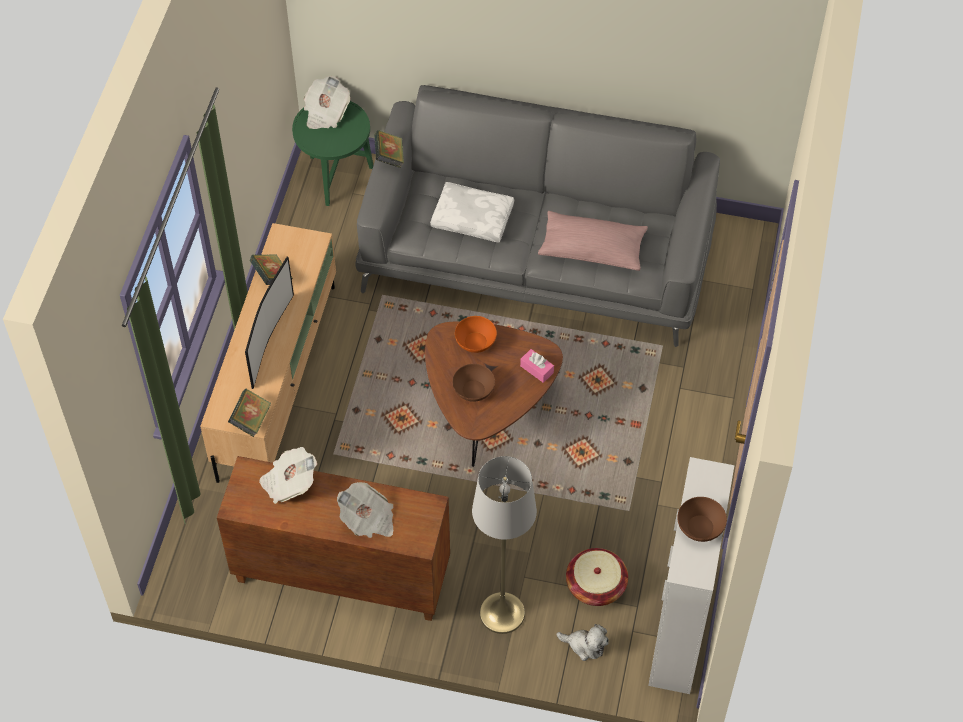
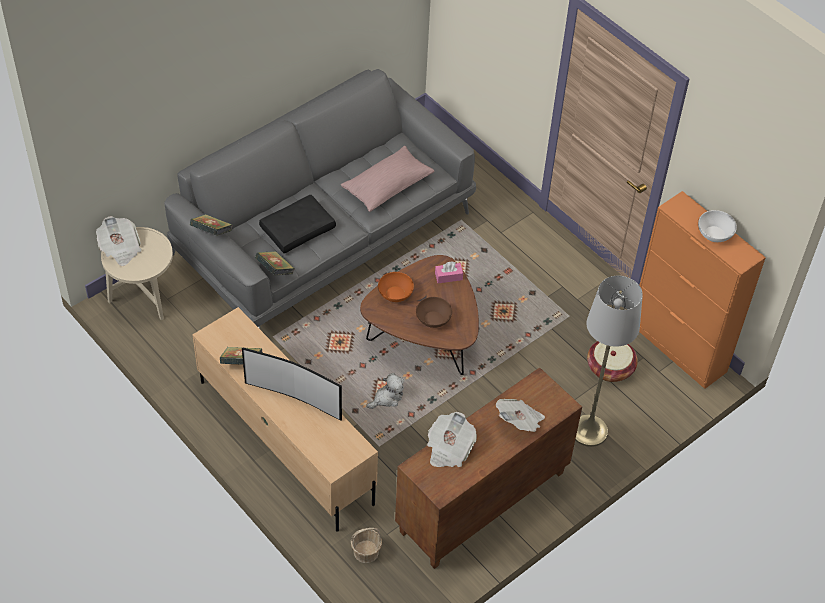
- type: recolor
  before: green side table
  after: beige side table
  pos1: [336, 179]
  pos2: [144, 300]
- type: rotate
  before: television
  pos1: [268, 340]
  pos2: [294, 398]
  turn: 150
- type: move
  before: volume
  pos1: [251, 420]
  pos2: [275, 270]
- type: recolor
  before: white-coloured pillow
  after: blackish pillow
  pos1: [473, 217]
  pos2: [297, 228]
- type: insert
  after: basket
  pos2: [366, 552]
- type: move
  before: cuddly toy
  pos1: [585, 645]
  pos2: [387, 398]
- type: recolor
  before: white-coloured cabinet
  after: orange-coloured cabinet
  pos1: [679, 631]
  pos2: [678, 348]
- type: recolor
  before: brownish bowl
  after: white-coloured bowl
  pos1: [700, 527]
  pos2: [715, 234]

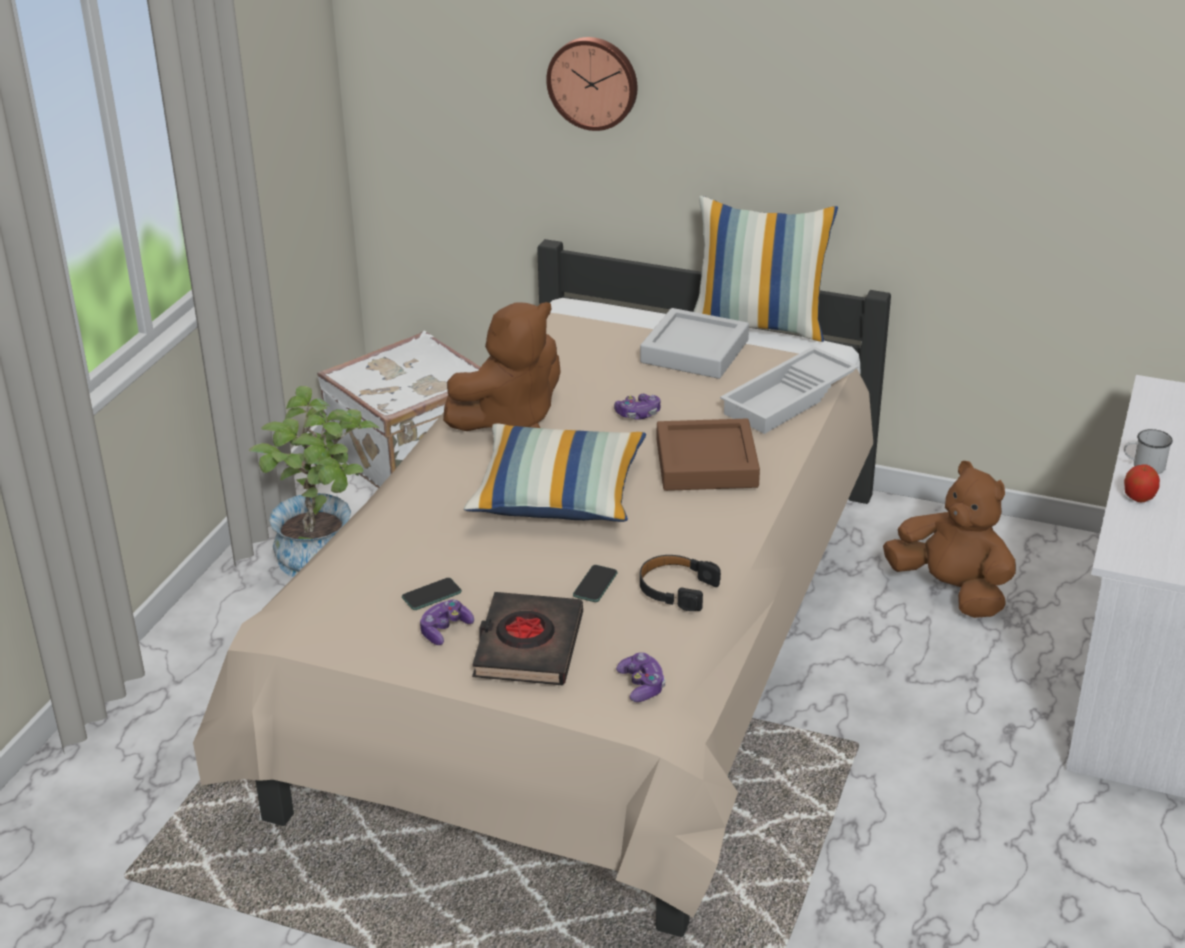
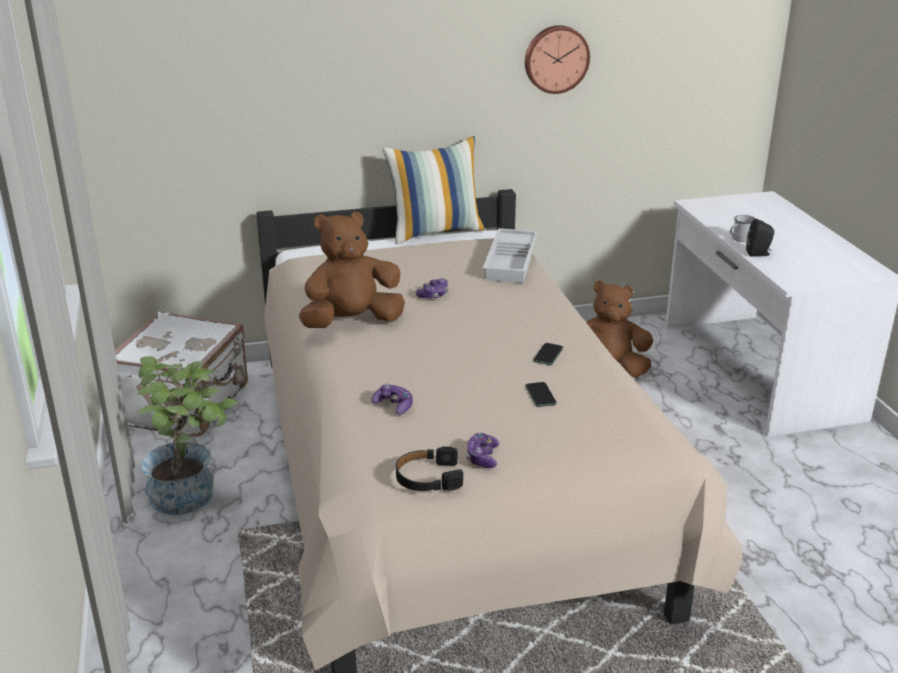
- type: rotate
  before: brownish cuddly toy
  pos1: [509, 418]
  pos2: [351, 322]
  turn: -135
- type: move
  before: gamepad
  pos1: [641, 685]
  pos2: [394, 405]
- type: move
  before: blackish pair of headphones
  pos1: [676, 589]
  pos2: [428, 478]
- type: move
  before: hanging clock
  pos1: [593, 82]
  pos2: [556, 59]
- type: move
  before: handset
  pos1: [431, 595]
  pos2: [548, 355]
- type: replace
  before: whole apple
  after: blackish audio speaker
  pos1: [1139, 498]
  pos2: [759, 254]
- type: delete
  before: pillow
  pos1: [558, 495]
- type: delete
  before: blackish volume
  pos1: [528, 646]
- type: delete
  before: greyish carrying tray
  pos1: [694, 351]
- type: delete
  before: brownish carrying tray
  pos1: [706, 463]

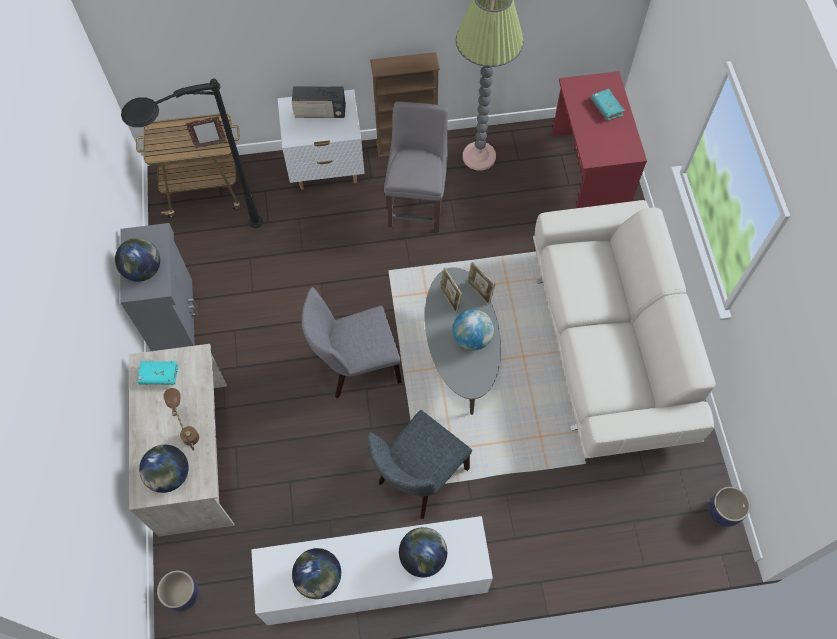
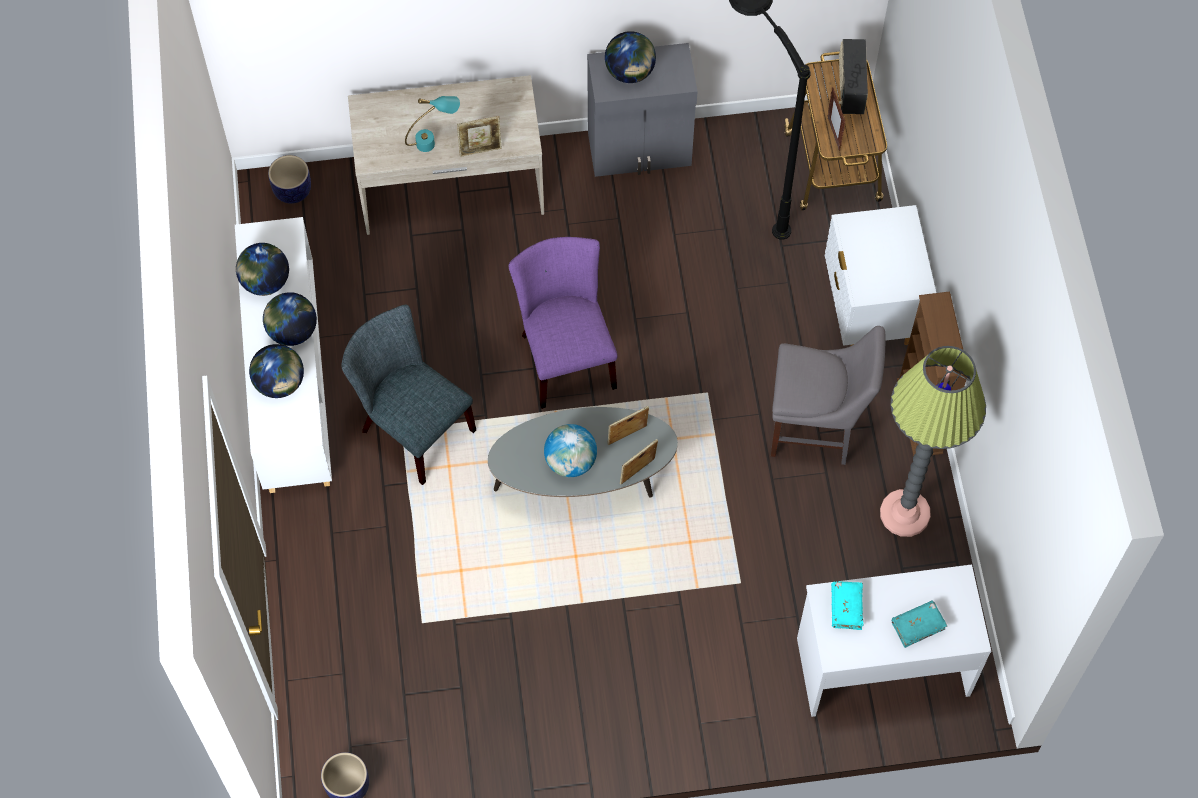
- type: move
  before: world globe
  pos1: [169, 475]
  pos2: [292, 331]
- type: recolor
  before: brownish table lamp
  after: turquoise table lamp
  pos1: [188, 430]
  pos2: [434, 141]
- type: insert
  after: photo frame
  pos2: [480, 150]
- type: recolor
  before: greyish plain chair
  after: purplish plain chair
  pos1: [355, 366]
  pos2: [564, 355]
- type: recolor
  before: red-coloured desk
  after: white-coloured desk
  pos1: [587, 172]
  pos2: [882, 664]
- type: move
  before: turquoise volume
  pos1: [159, 375]
  pos2: [846, 607]
- type: move
  before: radio receiver
  pos1: [320, 112]
  pos2: [850, 88]
- type: delete
  before: beige sofa
  pos1: [608, 346]

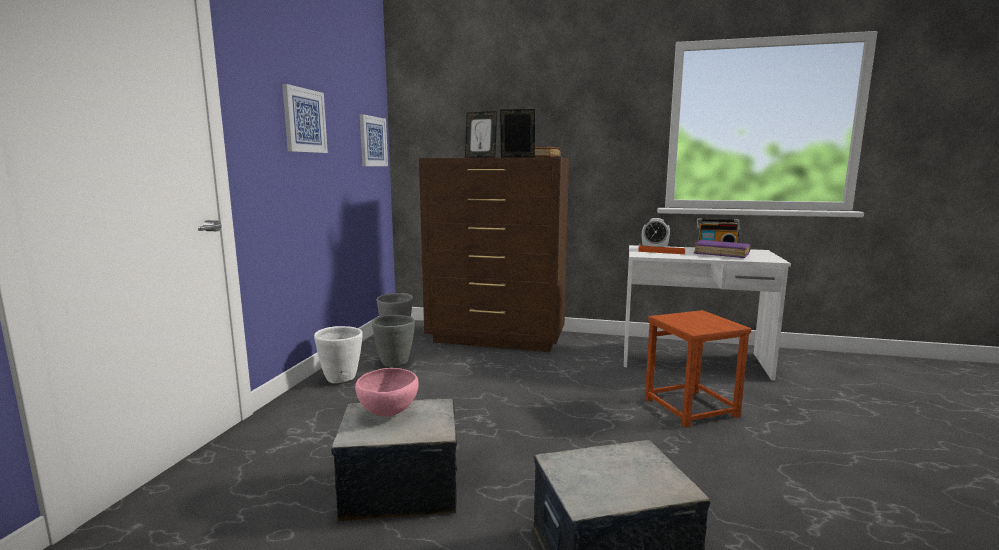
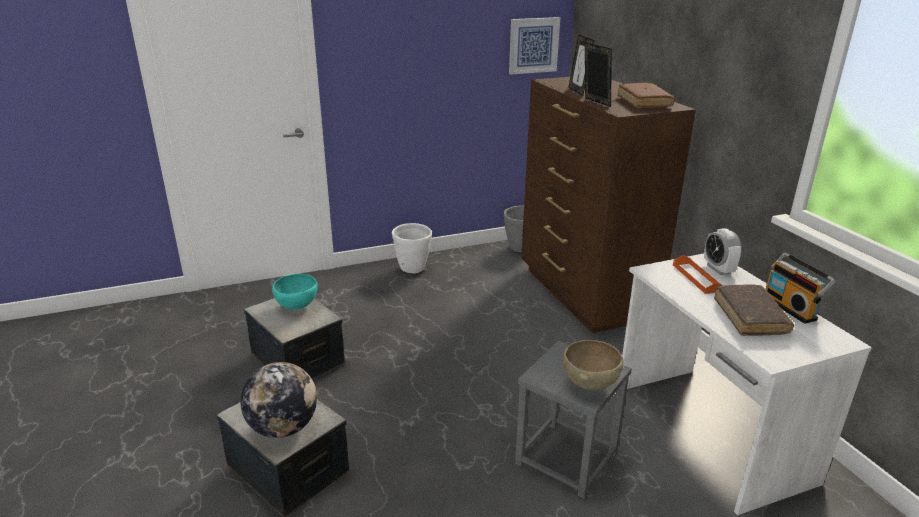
- type: insert
  after: world globe
  pos2: [283, 428]
- type: recolor
  before: pink-coloured bowl
  after: turquoise bowl
  pos1: [388, 413]
  pos2: [297, 307]
- type: recolor
  before: brownish stool seat
  after: greyish stool seat
  pos1: [691, 408]
  pos2: [566, 458]
- type: insert
  after: brownish bowl
  pos2: [590, 384]
- type: recolor
  before: purplish volume
  after: brownish volume
  pos1: [721, 254]
  pos2: [750, 317]
- type: delete
  before: wall picture
  pos1: [304, 120]
- type: delete
  before: greyish plant pot
  pos1: [395, 363]

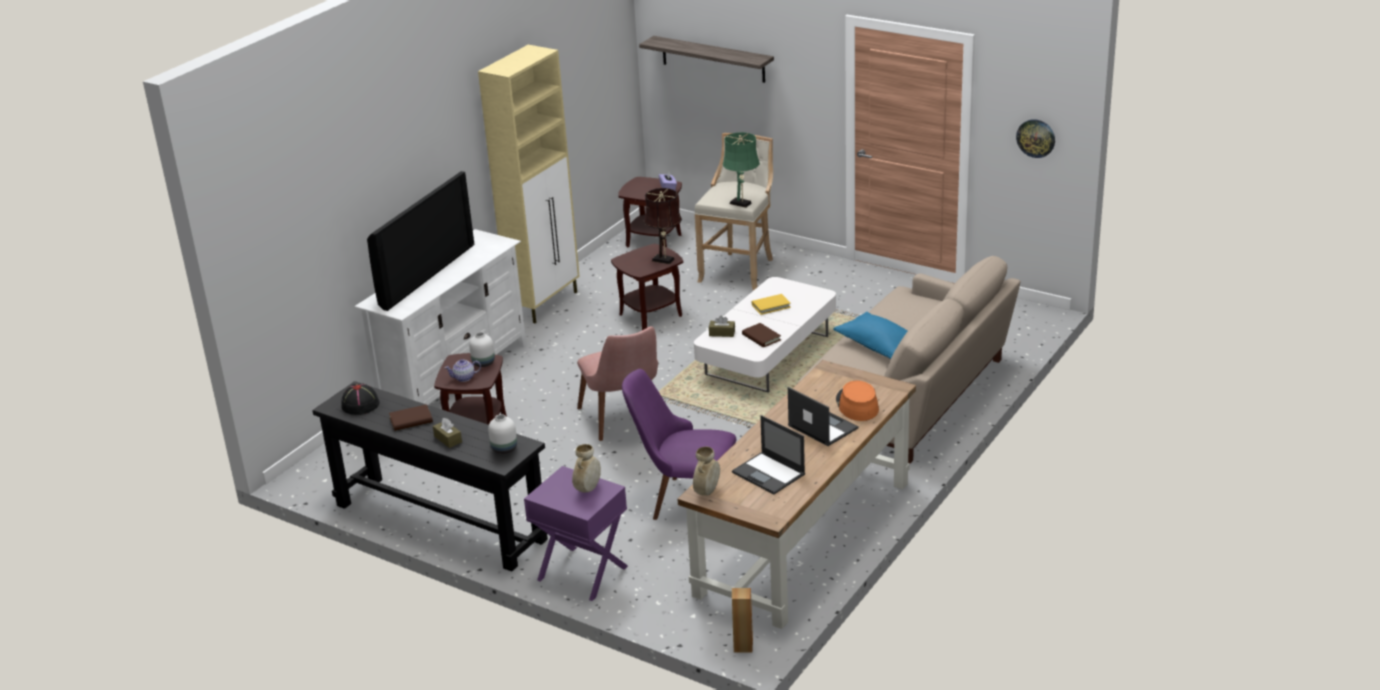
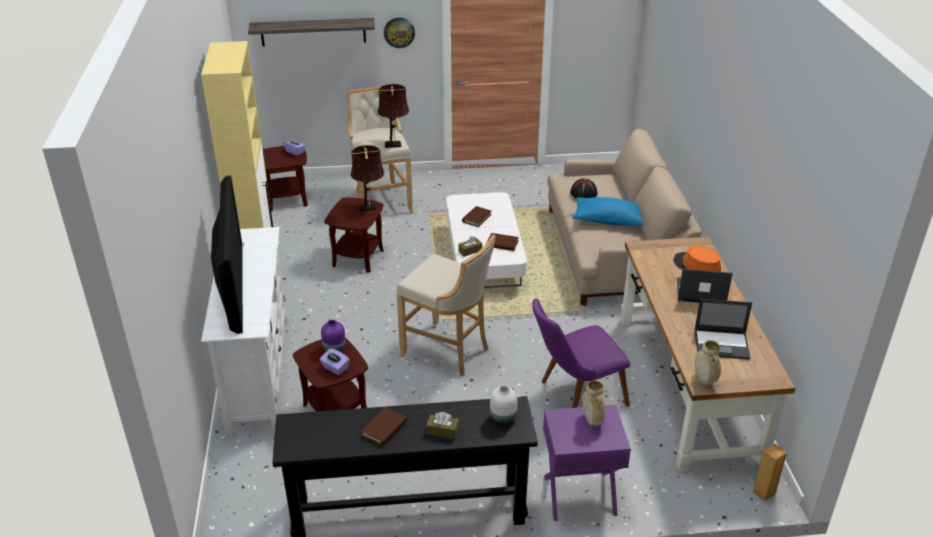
- type: replace
  before: pot for tea
  after: purplish tissue box
  pos1: [464, 378]
  pos2: [335, 368]
- type: recolor
  before: white-coloured flower vase
  after: purplish flower vase
  pos1: [484, 363]
  pos2: [335, 347]
- type: recolor
  before: green table lamp
  after: brownish table lamp
  pos1: [742, 204]
  pos2: [394, 145]
- type: move
  before: hanging clock
  pos1: [1036, 138]
  pos2: [399, 32]
- type: replace
  before: pink-coloured plain chair
  after: beige stool seat
  pos1: [625, 422]
  pos2: [448, 351]
- type: recolor
  before: yellowish volume
  after: brownish volume
  pos1: [771, 306]
  pos2: [476, 218]
- type: move
  before: blackish clothing hat
  pos1: [360, 404]
  pos2: [583, 193]

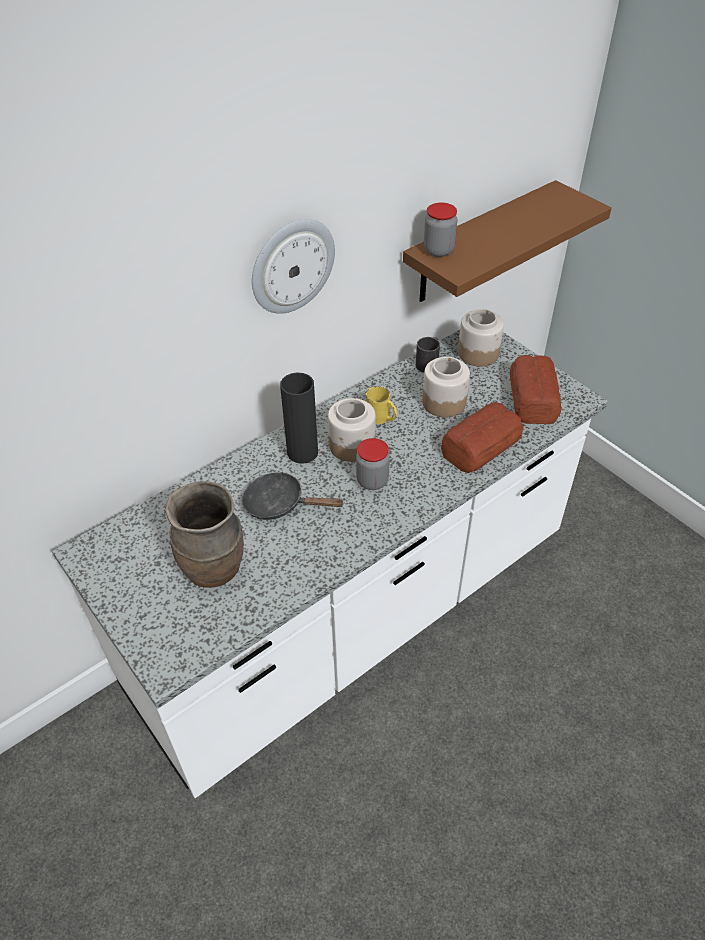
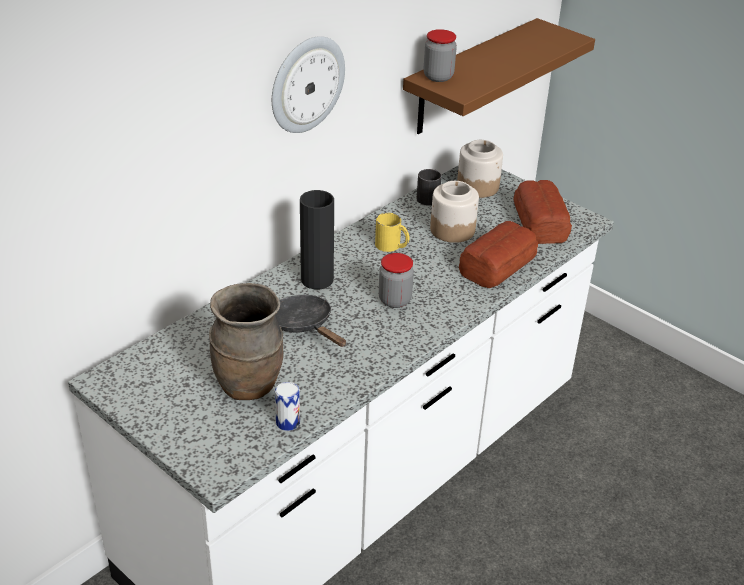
- type: rotate
  before: blackish frying pan
  pos1: [280, 504]
  pos2: [304, 325]
  turn: 45
- type: insert
  after: can
  pos2: [288, 422]
- type: delete
  before: storage jar
  pos1: [352, 446]

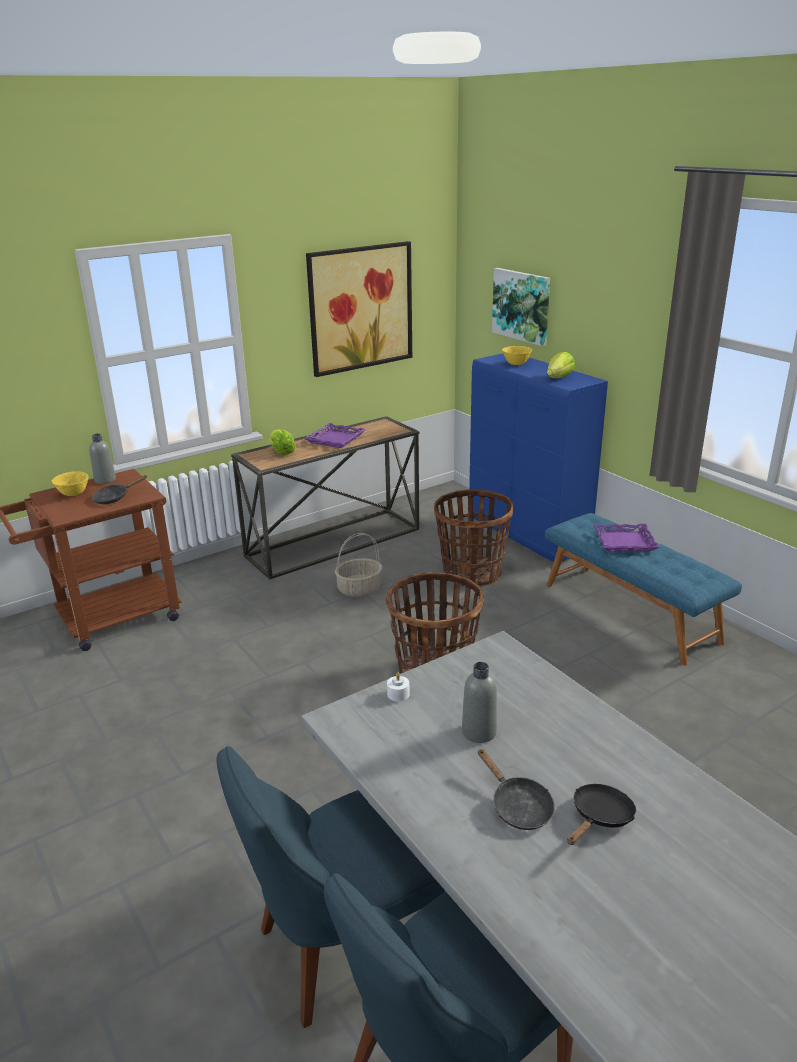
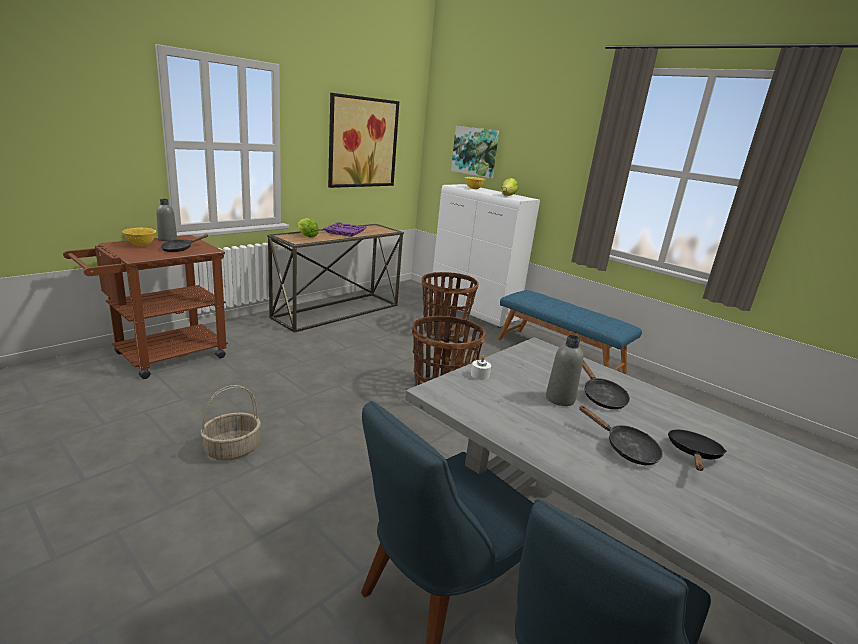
- type: move
  before: basket
  pos1: [360, 589]
  pos2: [232, 449]
- type: recolor
  before: blue-coloured cabinet
  after: white-coloured cabinet
  pos1: [528, 535]
  pos2: [473, 311]
- type: insert
  after: blackish frying pan
  pos2: [601, 397]
- type: delete
  before: purplish carrying tray
  pos1: [624, 542]

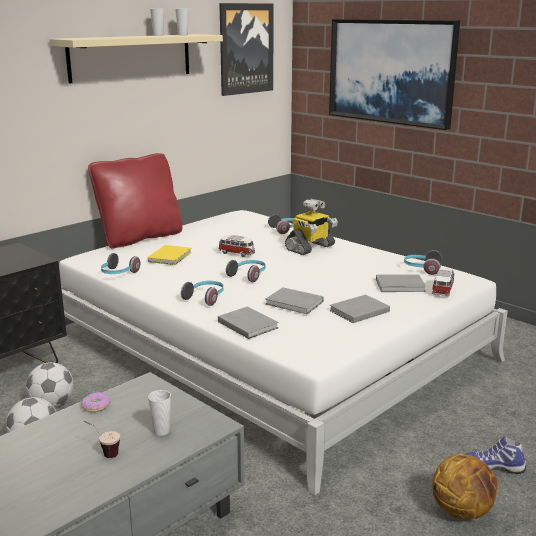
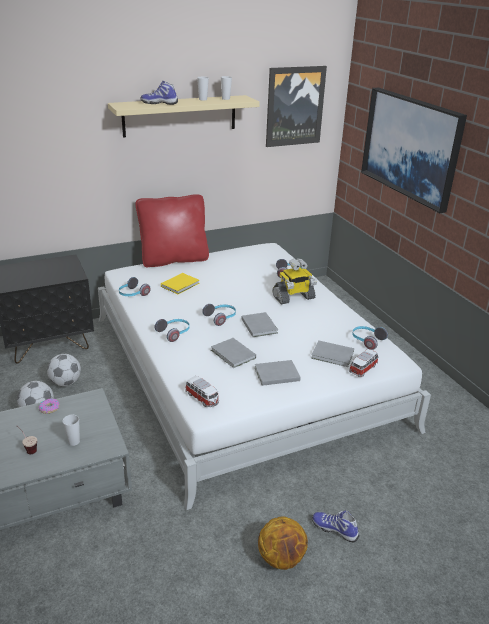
- type: insert
  after: shoe
  pos2: [159, 103]
- type: move
  before: model car
  pos1: [237, 253]
  pos2: [202, 398]
- type: move
  before: greyish volume
  pos1: [247, 324]
  pos2: [259, 325]

